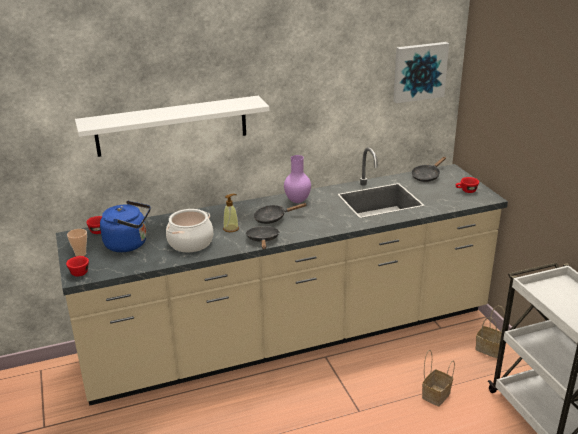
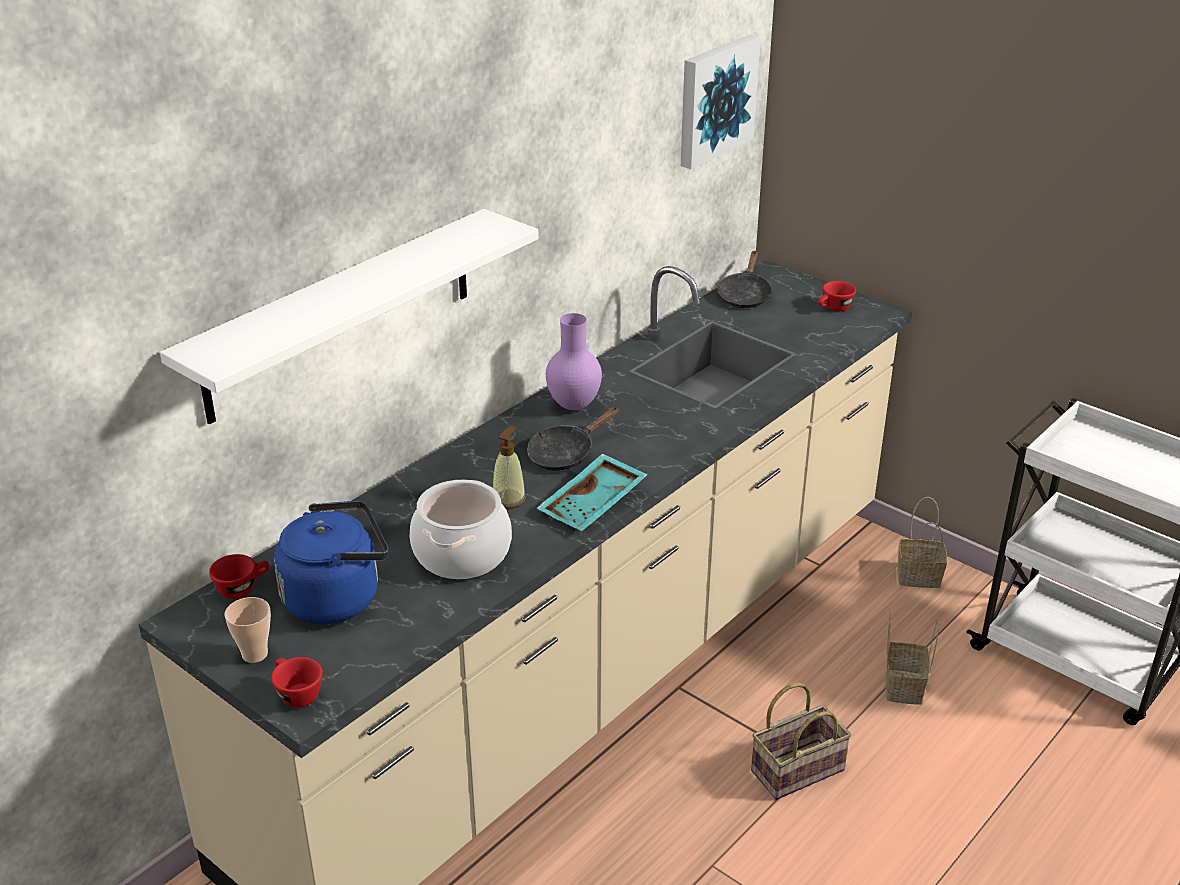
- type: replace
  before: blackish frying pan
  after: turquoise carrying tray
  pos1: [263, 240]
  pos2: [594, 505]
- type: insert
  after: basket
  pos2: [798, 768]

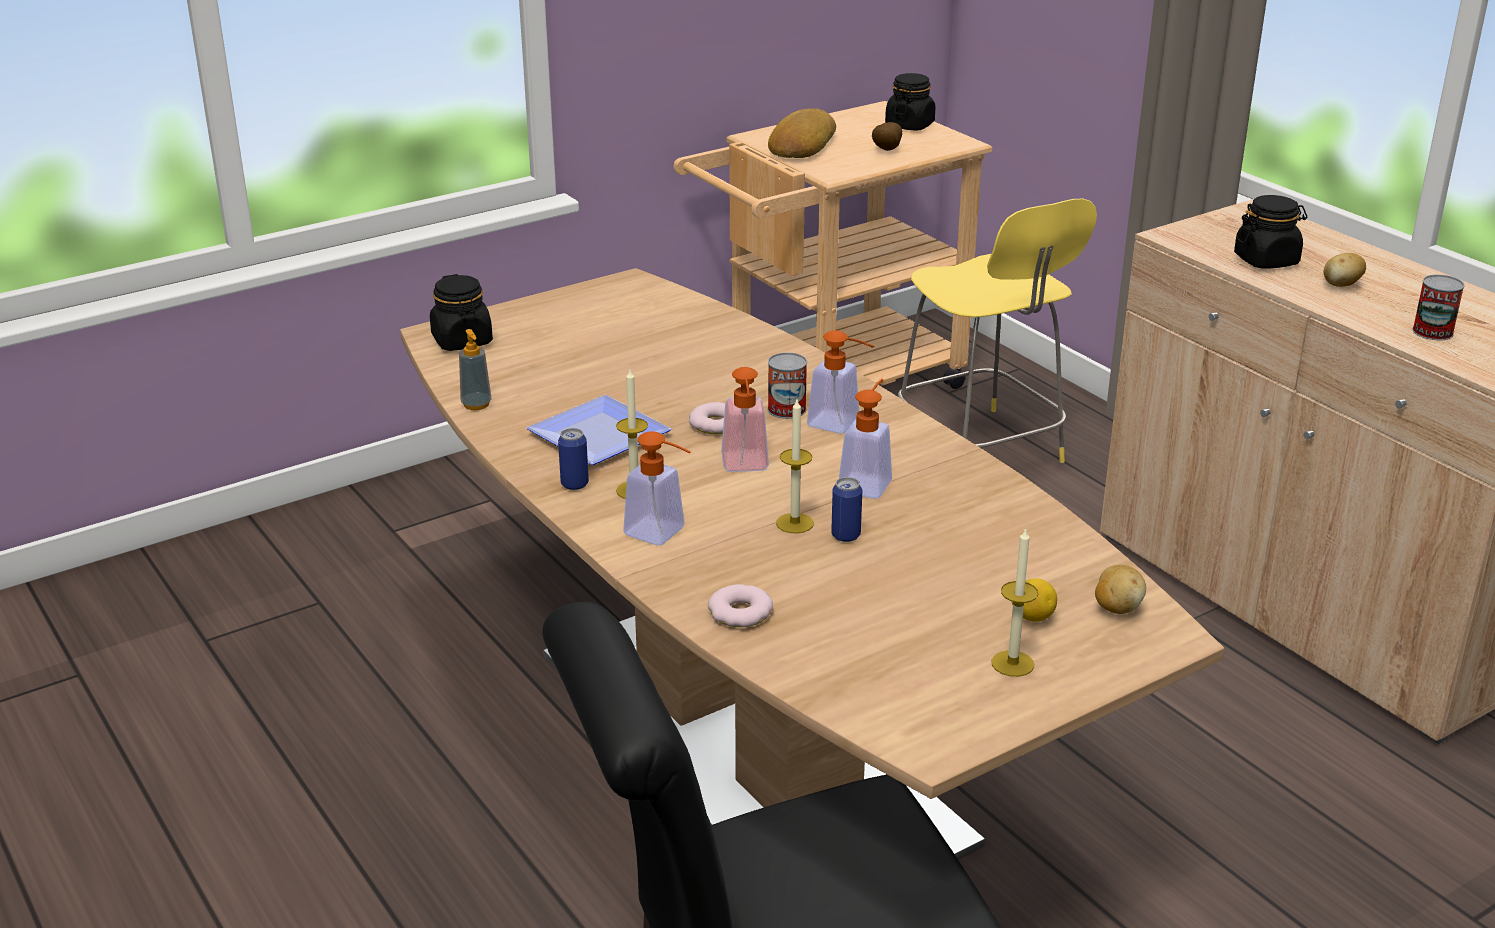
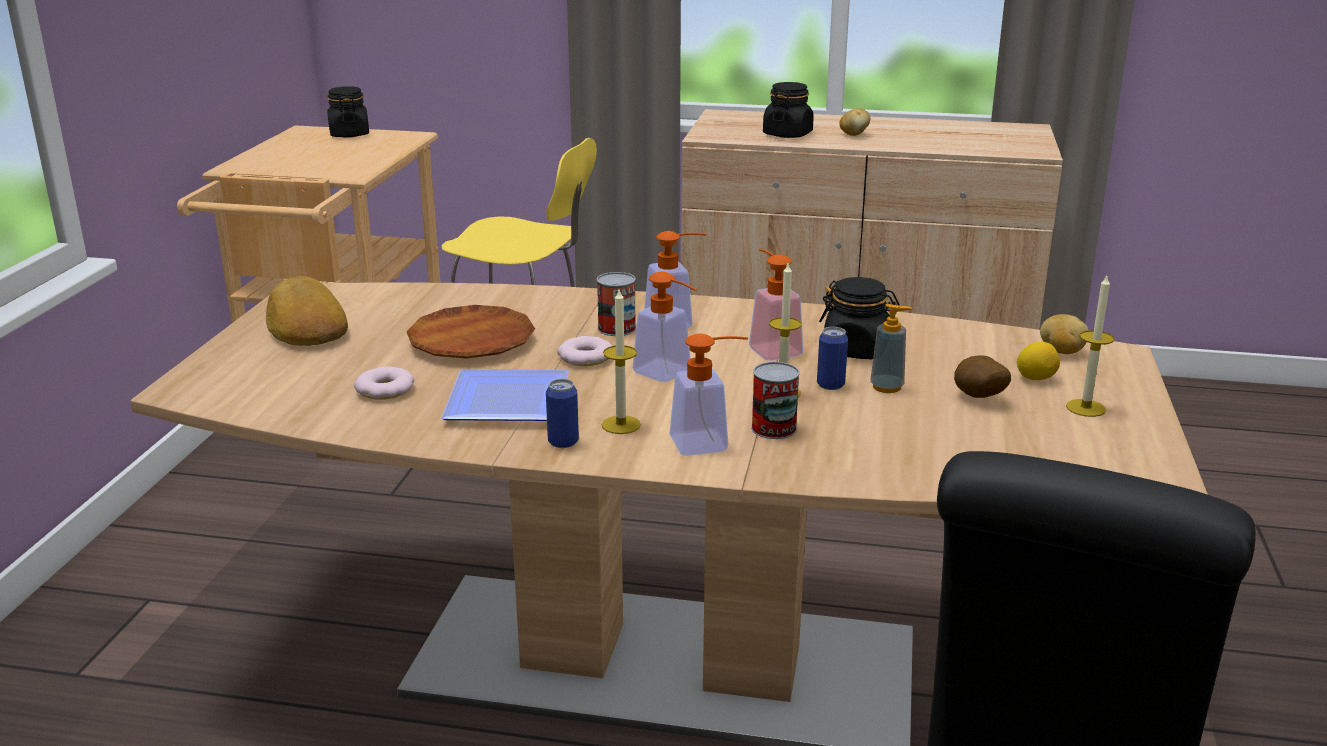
- type: move
  before: bread
  pos1: [800, 144]
  pos2: [304, 325]
- type: move
  before: ring doughnut
  pos1: [740, 613]
  pos2: [385, 390]
- type: insert
  after: brownish flat dish
  pos2: [471, 341]
- type: move
  before: can
  pos1: [1432, 332]
  pos2: [774, 428]
- type: move
  before: blackish storage jar
  pos1: [462, 341]
  pos2: [856, 350]
- type: move
  before: liquid soap bottle
  pos1: [476, 404]
  pos2: [887, 387]
- type: move
  before: spud
  pos1: [885, 150]
  pos2: [978, 398]

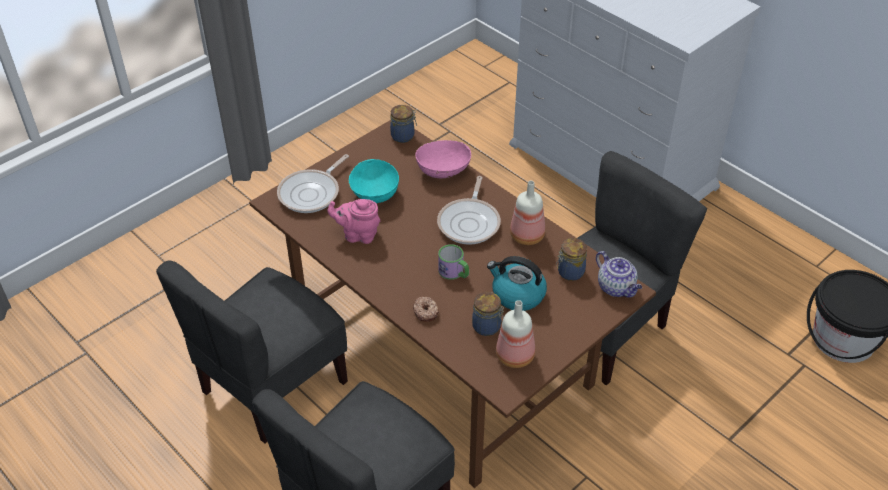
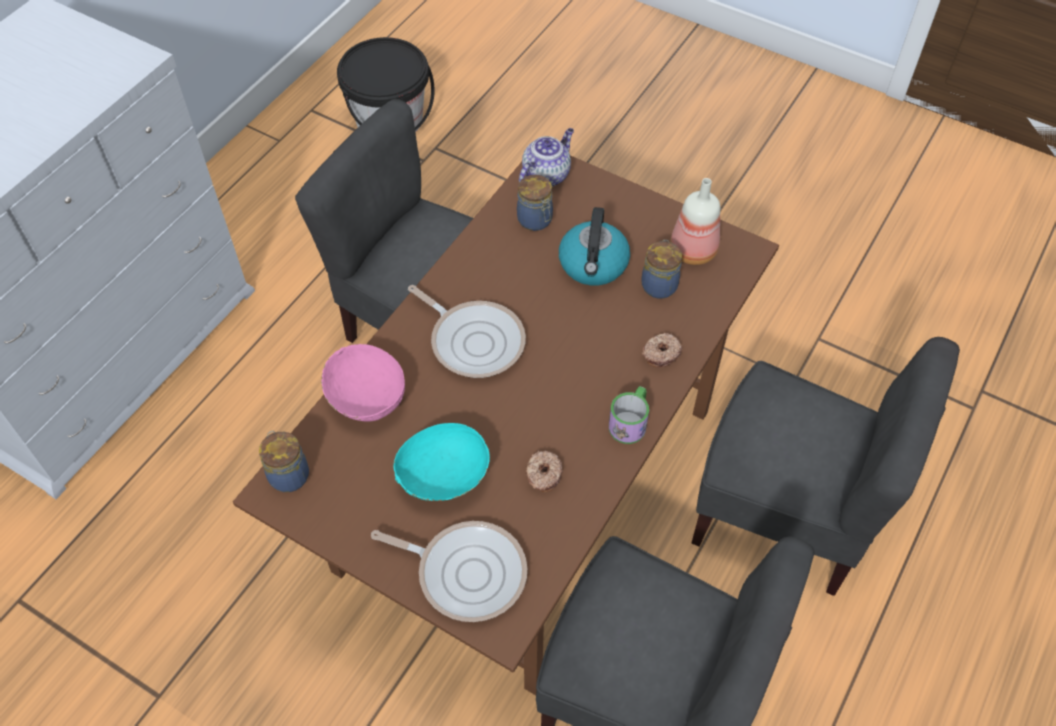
- type: rotate
  before: frying pan
  pos1: [470, 222]
  pos2: [474, 340]
  turn: 45
- type: replace
  before: pink-coloured pot for tea
  after: ring doughnut
  pos1: [358, 235]
  pos2: [543, 474]
- type: move
  before: coffee mug
  pos1: [454, 273]
  pos2: [630, 422]
- type: delete
  before: bottle
  pos1: [527, 235]

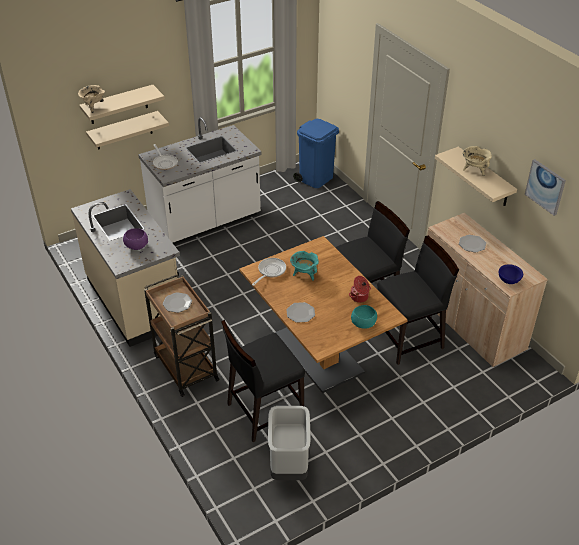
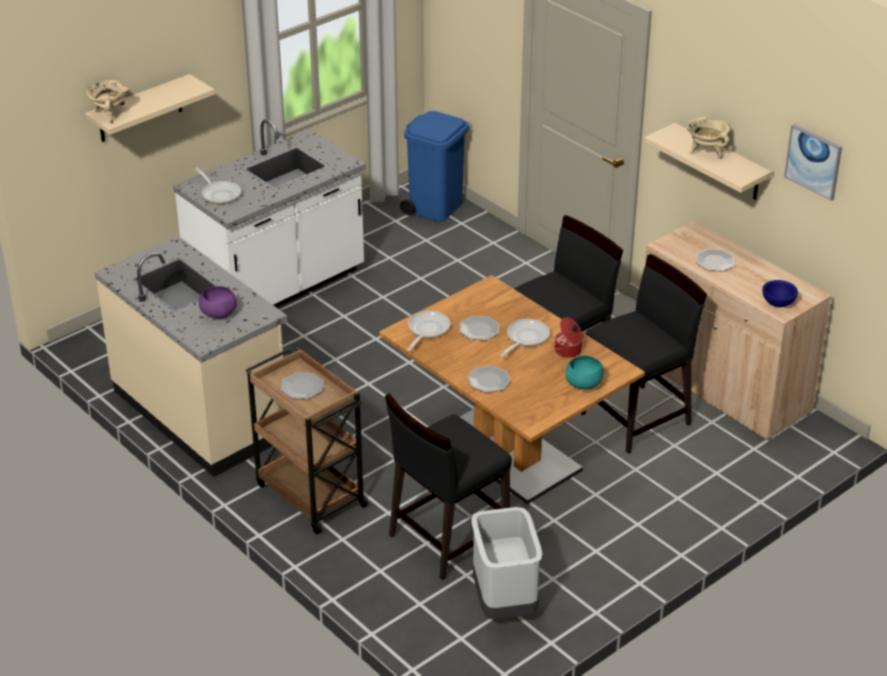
- type: replace
  before: turquoise stockpot
  after: flat dish
  pos1: [304, 274]
  pos2: [479, 329]
- type: insert
  after: frying pan
  pos2: [525, 338]
- type: delete
  before: beige wall shelf
  pos1: [124, 131]

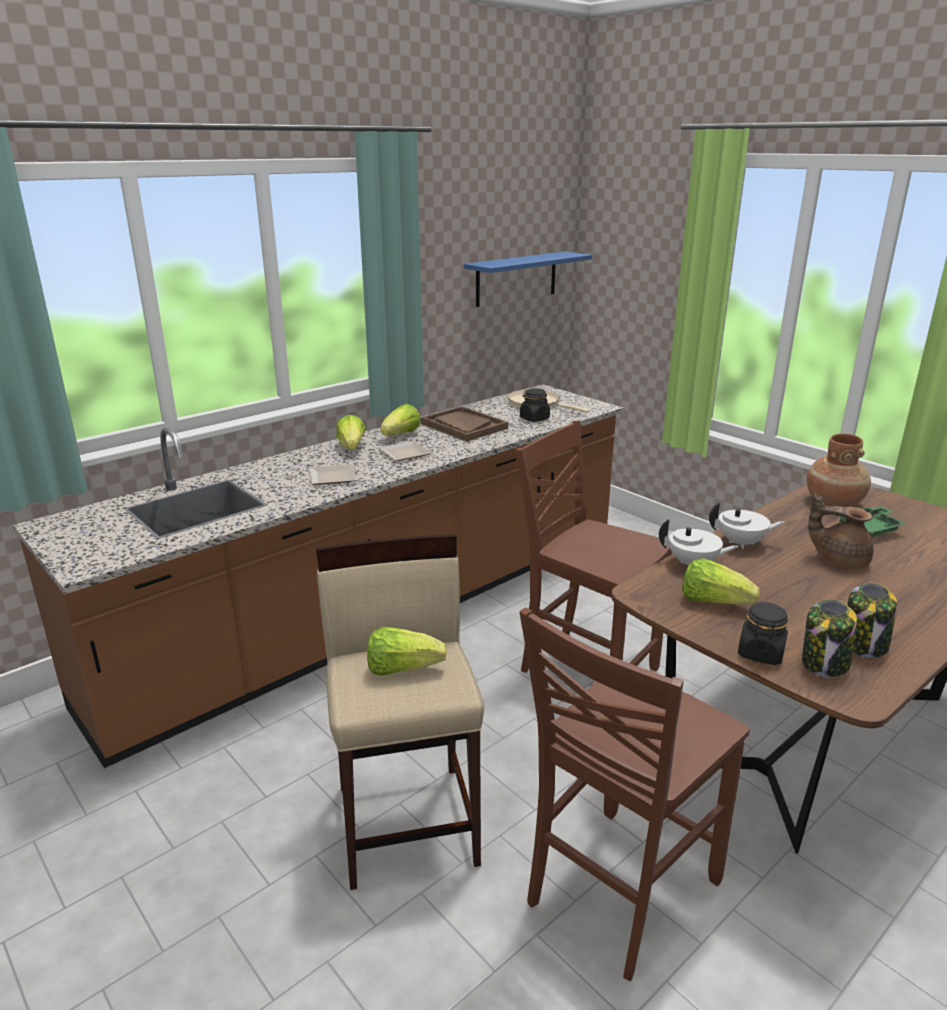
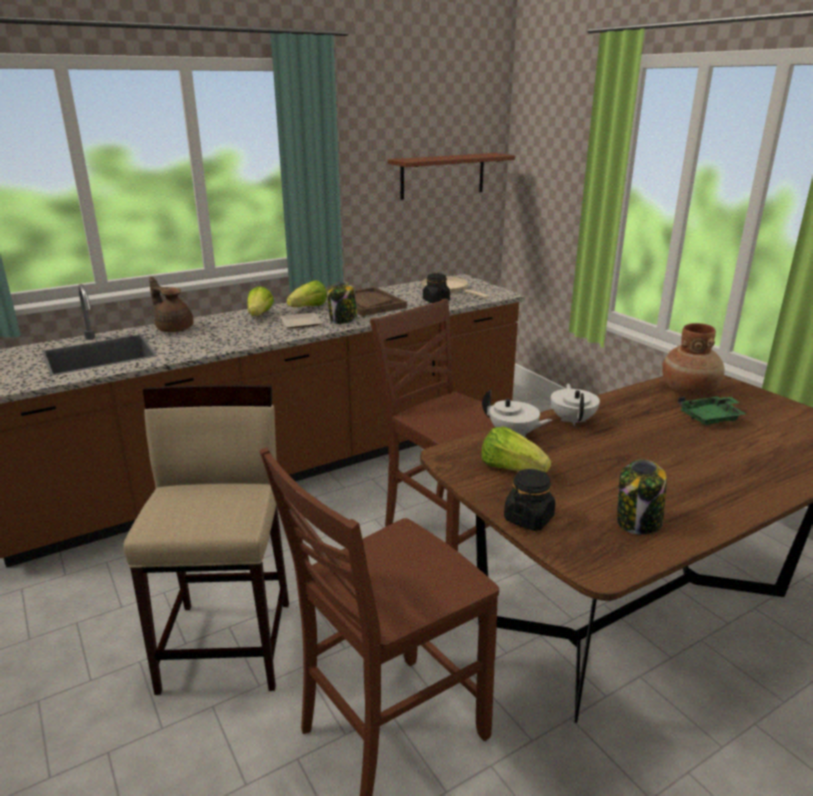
- type: move
  before: brownish pot for tea
  pos1: [838, 560]
  pos2: [174, 328]
- type: move
  before: storage jar
  pos1: [824, 664]
  pos2: [343, 320]
- type: recolor
  before: blue-coloured wall shelf
  after: brownish wall shelf
  pos1: [516, 278]
  pos2: [442, 175]
- type: rotate
  before: white-coloured pot for tea
  pos1: [741, 543]
  pos2: [572, 420]
  turn: -105
- type: delete
  before: flat dish
  pos1: [334, 478]
- type: delete
  before: lettuce head
  pos1: [402, 668]

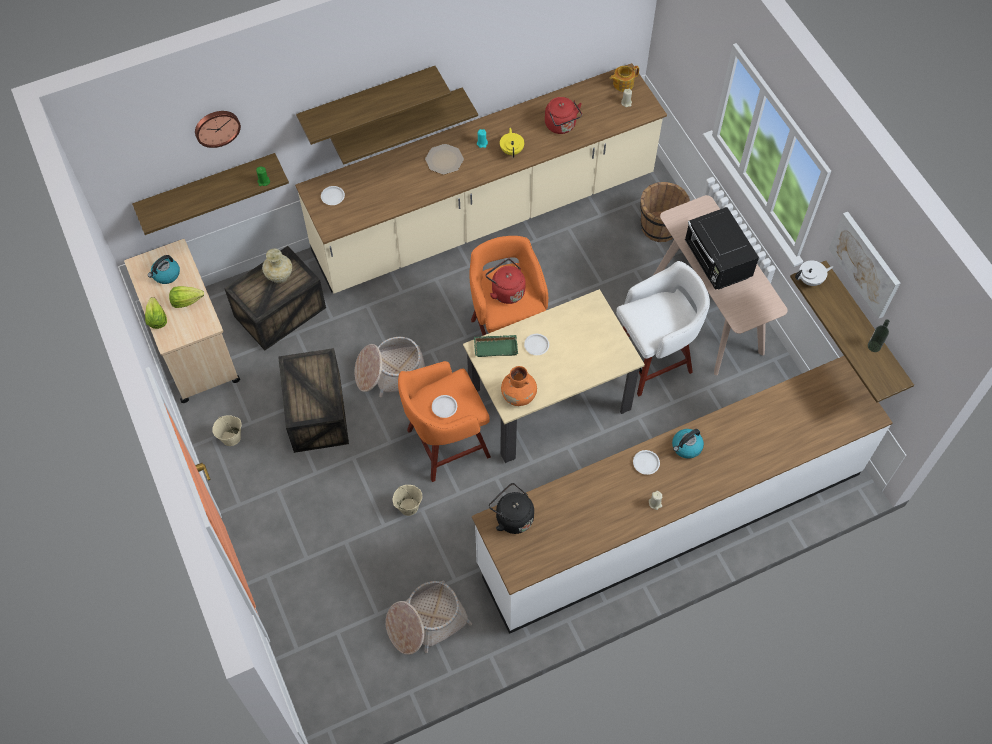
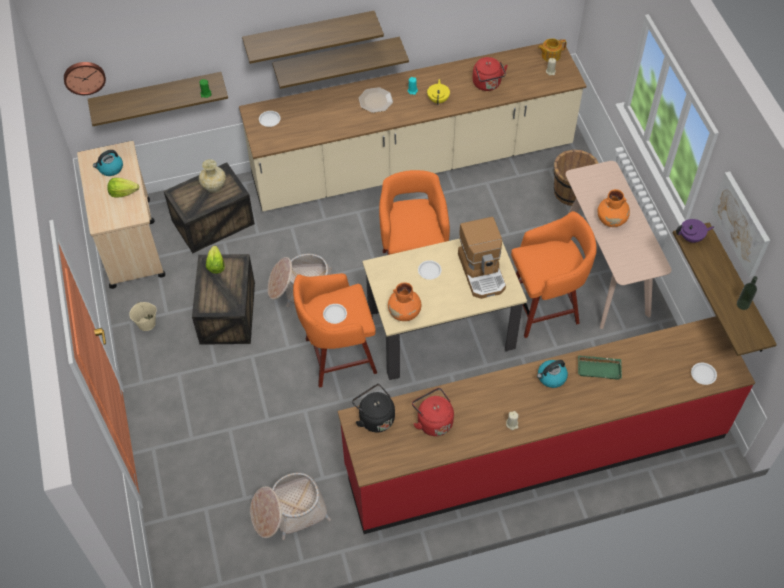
- type: move
  before: hanging clock
  pos1: [216, 127]
  pos2: [84, 77]
- type: move
  before: lettuce head
  pos1: [157, 319]
  pos2: [216, 265]
- type: recolor
  before: white-coloured counter
  after: red-coloured counter
  pos1: [670, 518]
  pos2: [535, 451]
- type: move
  before: red-coloured tea kettle
  pos1: [506, 291]
  pos2: [433, 421]
- type: insert
  after: coffee machine
  pos2: [482, 272]
- type: recolor
  before: white-coloured stool seat
  after: orange-coloured stool seat
  pos1: [653, 359]
  pos2: [544, 307]
- type: move
  before: green carrying tray
  pos1: [496, 347]
  pos2: [599, 368]
- type: replace
  before: blackish microwave oven
  after: orange-coloured flower vase
  pos1: [717, 262]
  pos2: [611, 220]
- type: recolor
  before: white-coloured pot for tea
  after: purplish pot for tea
  pos1: [810, 280]
  pos2: [691, 237]
- type: move
  before: white-coloured flat dish
  pos1: [646, 463]
  pos2: [703, 375]
- type: delete
  before: beige pail
  pos1: [408, 507]

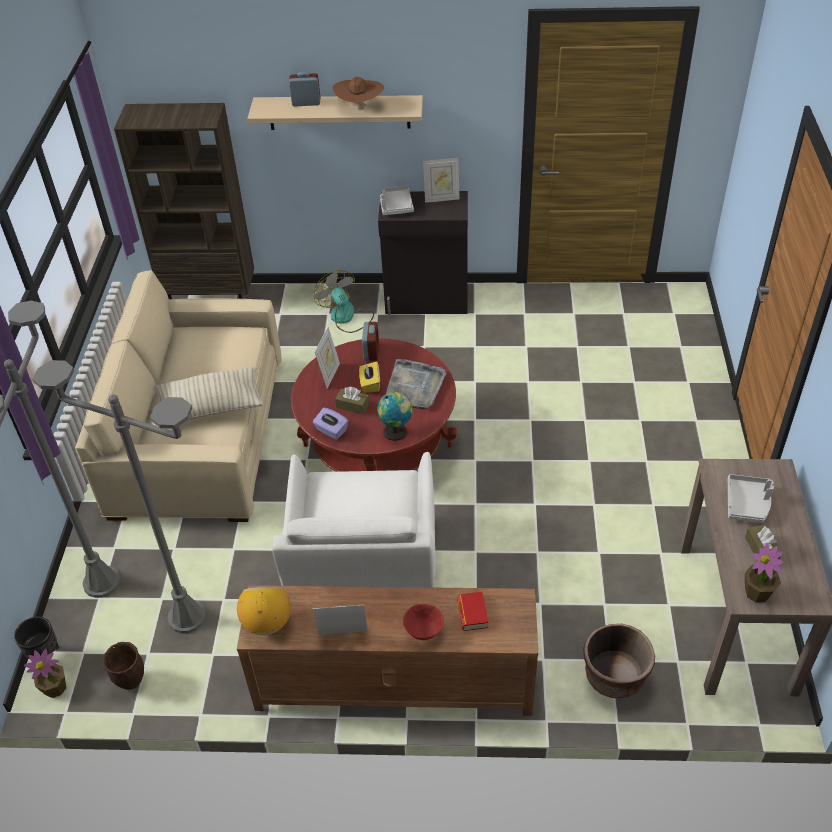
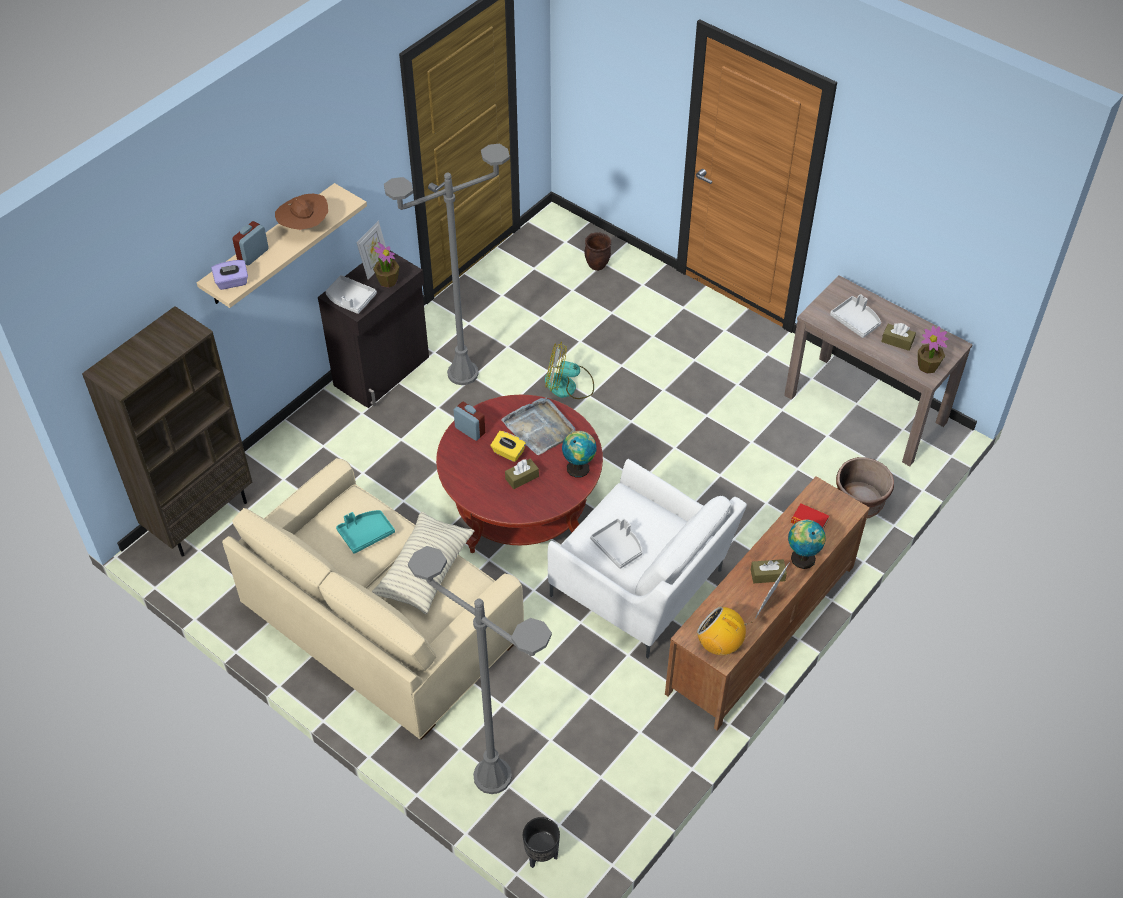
- type: move
  before: purplish tissue box
  pos1: [331, 431]
  pos2: [232, 282]
- type: insert
  after: turquoise carrying tray
  pos2: [366, 534]
- type: move
  before: houseplant
  pos1: [55, 687]
  pos2: [387, 281]
- type: move
  before: greyish standard lamp
  pos1: [187, 617]
  pos2: [463, 373]
- type: move
  before: electric fan
  pos1: [346, 317]
  pos2: [568, 386]
- type: move
  before: brownish plant pot
  pos1: [130, 680]
  pos2: [597, 266]
- type: insert
  after: greyish carrying tray
  pos2: [618, 547]
- type: insert
  after: brownish tissue box
  pos2: [767, 575]
- type: replace
  before: red-coloured bowl
  after: world globe
  pos1: [423, 631]
  pos2: [801, 557]
- type: delete
  before: photo frame
  pos1: [329, 375]

